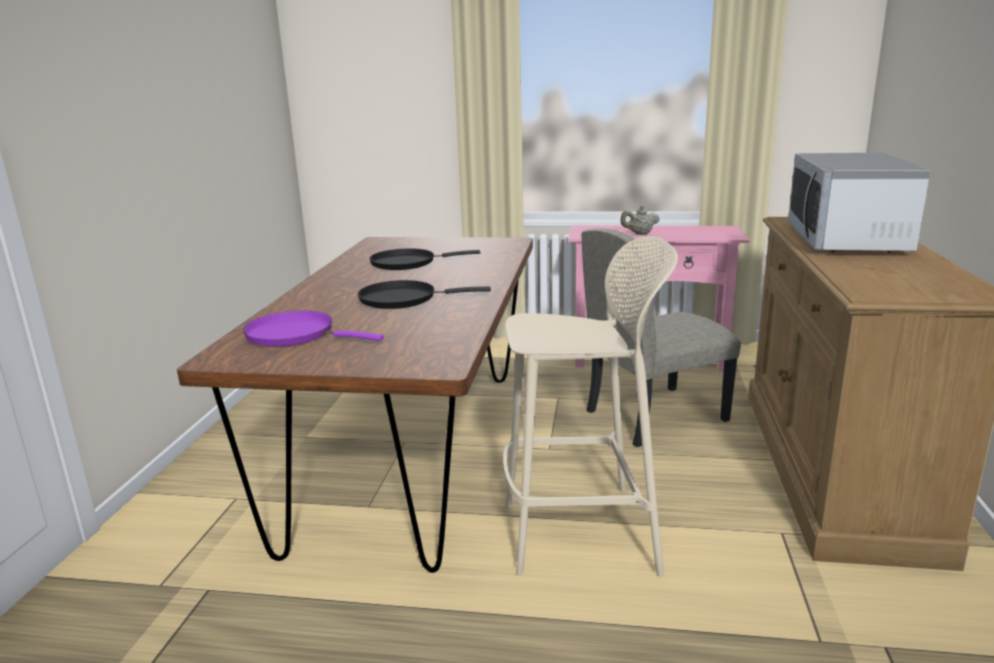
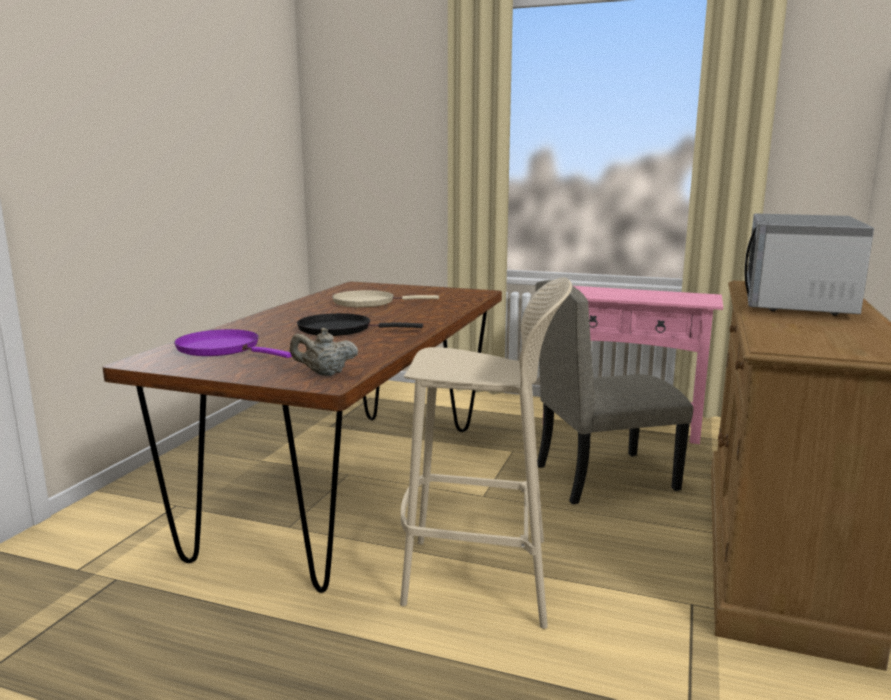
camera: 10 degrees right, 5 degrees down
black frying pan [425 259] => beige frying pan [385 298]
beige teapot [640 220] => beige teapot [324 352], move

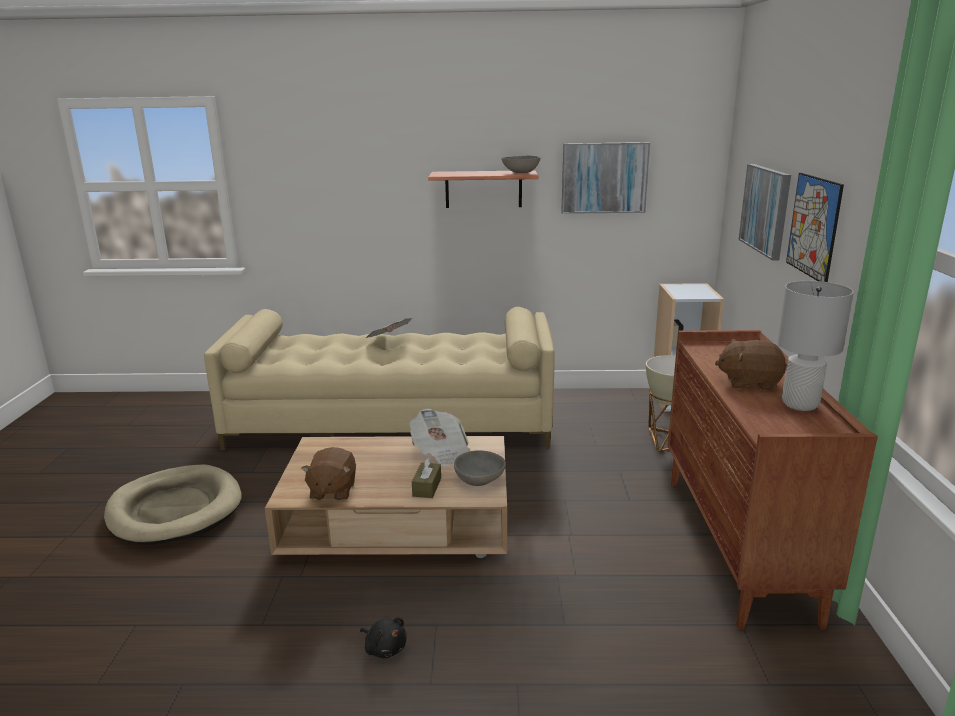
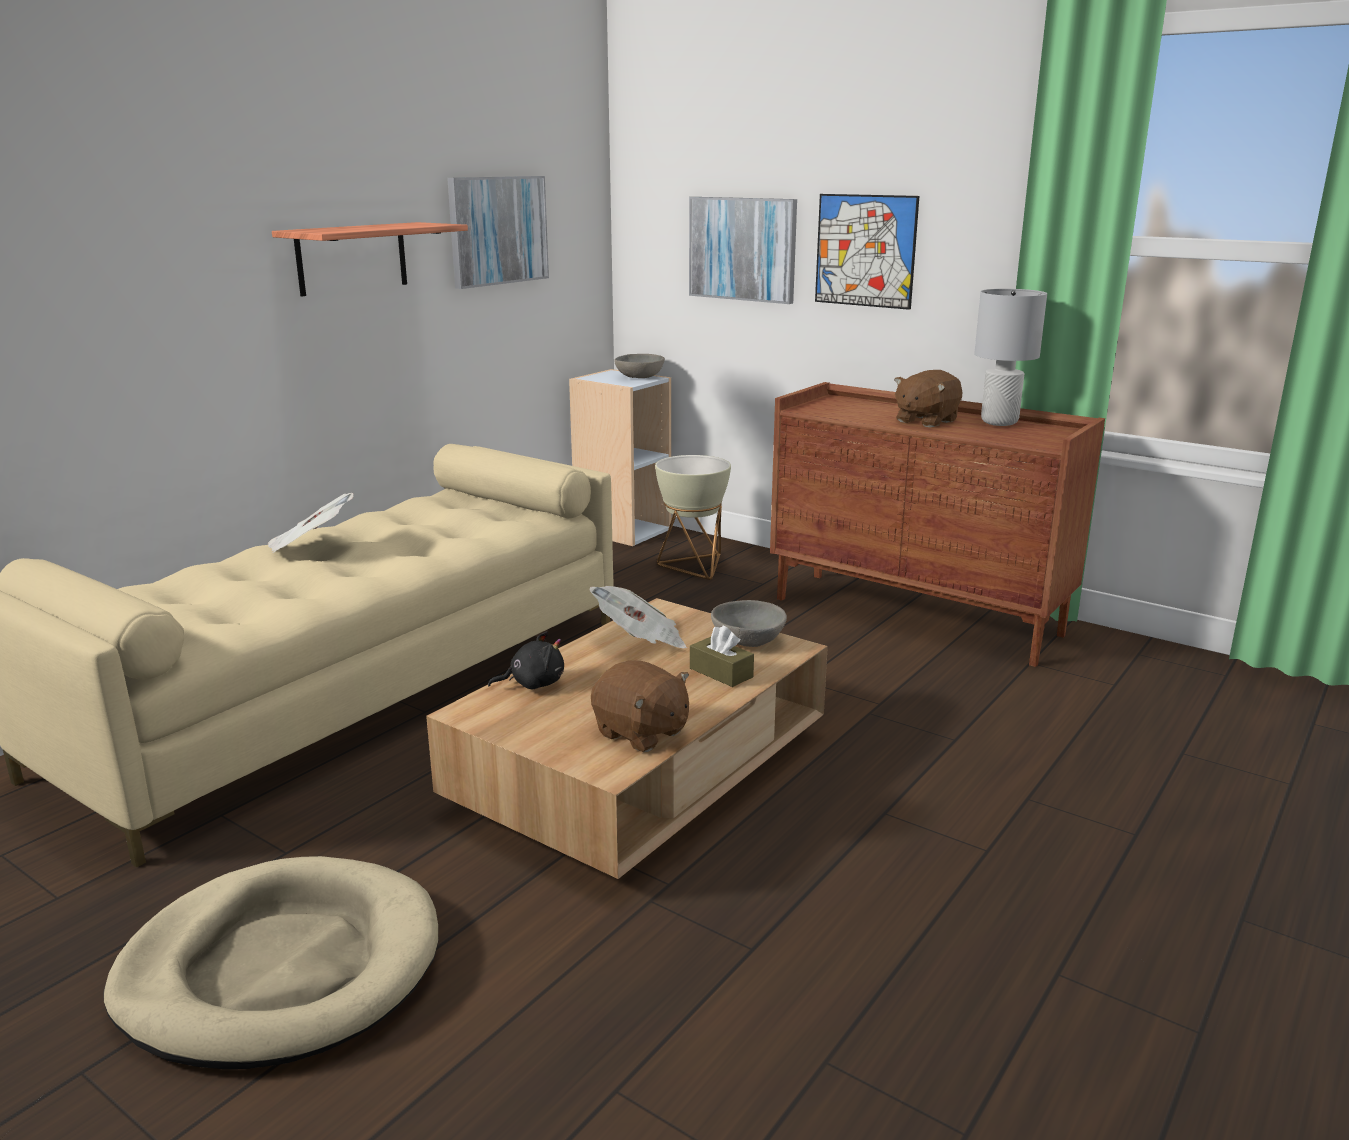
camera: 55 degrees left, 0 degrees up
black plush toy [383 638] => black plush toy [526 660], move
grey bowl [521 164] => grey bowl [639 366], move

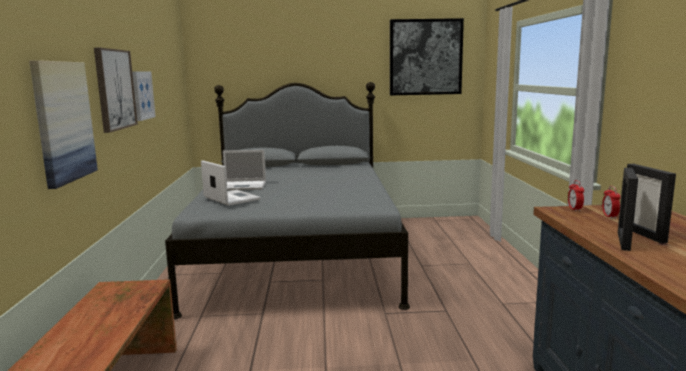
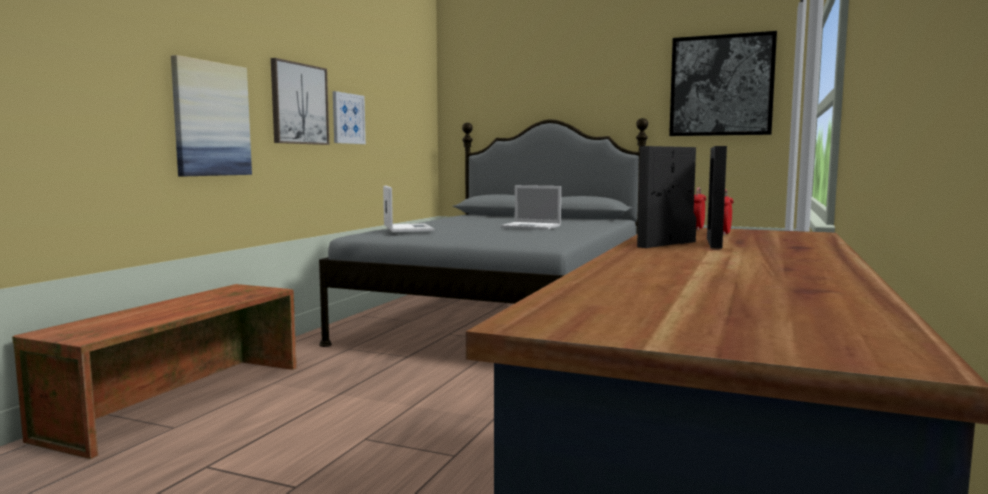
camera: 25 degrees right, 5 degrees down
laptop [244 170] => laptop [530 207], move

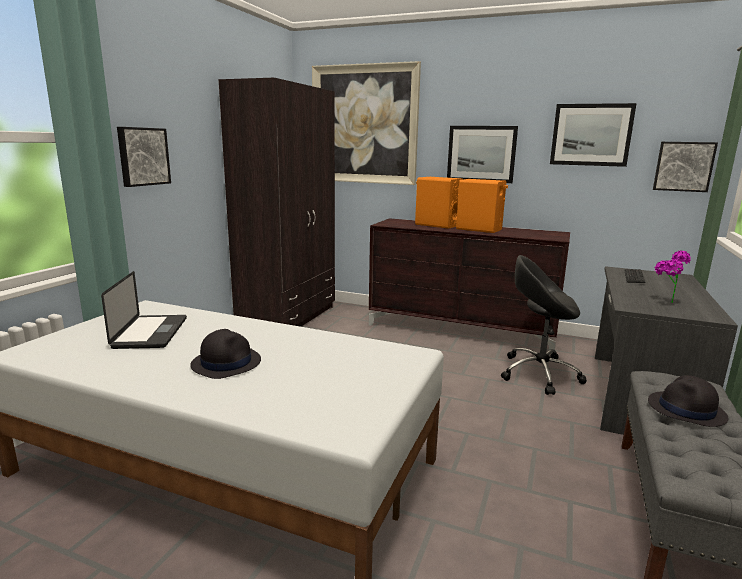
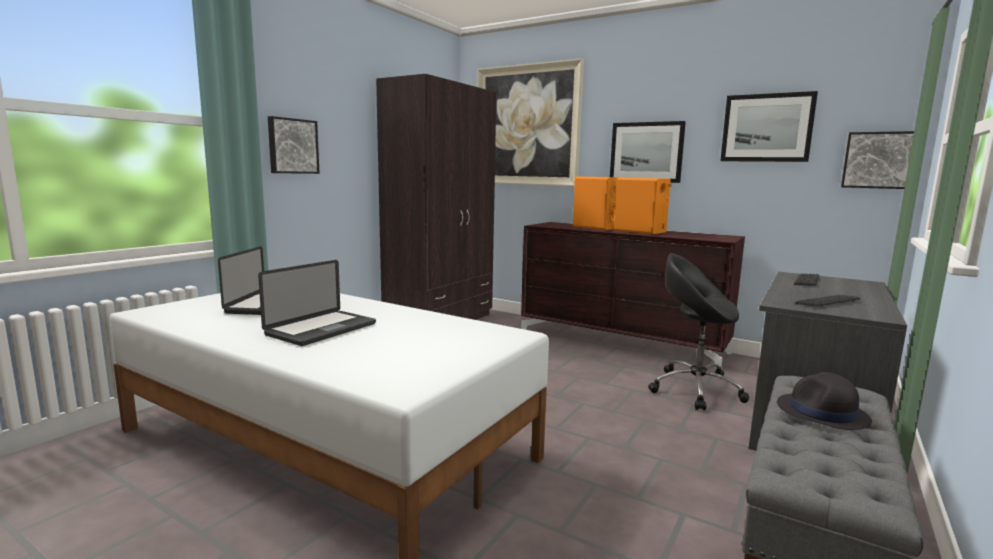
camera: 10 degrees right, 5 degrees down
black hat [225 354] => laptop [317 303]
potted plant [673 277] => keyboard [828 301]

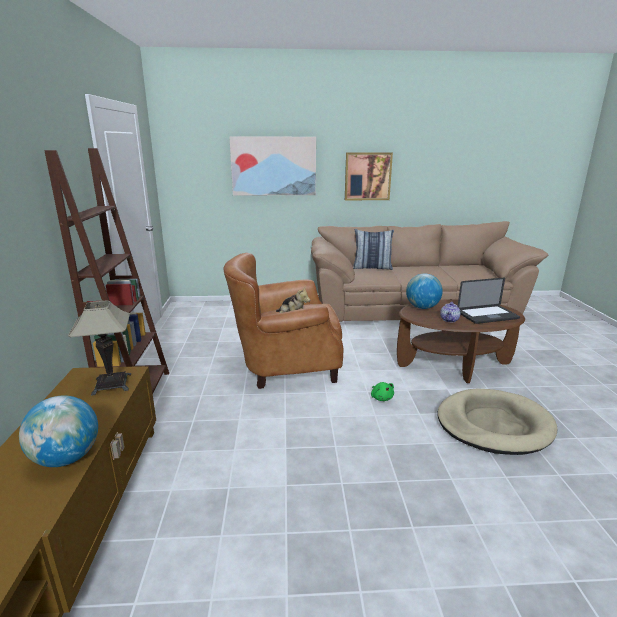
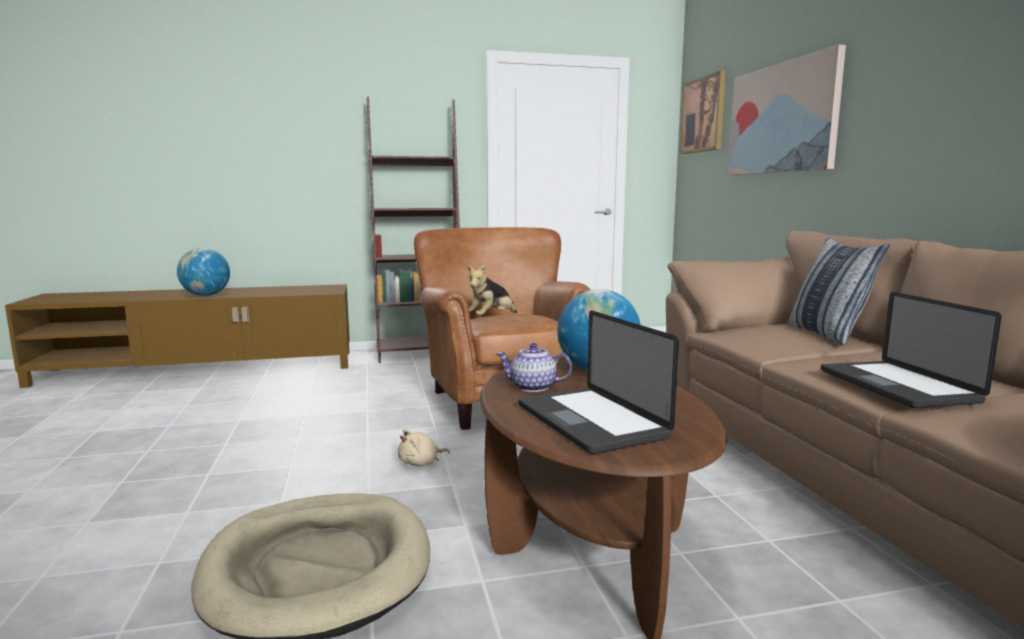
camera: 80 degrees right, 10 degrees down
table lamp [99 348] => nothing
picture [369 176] => picture [703 112], move
green plush toy [382 391] => beige plush toy [424 447]
nothing => laptop [911 350]

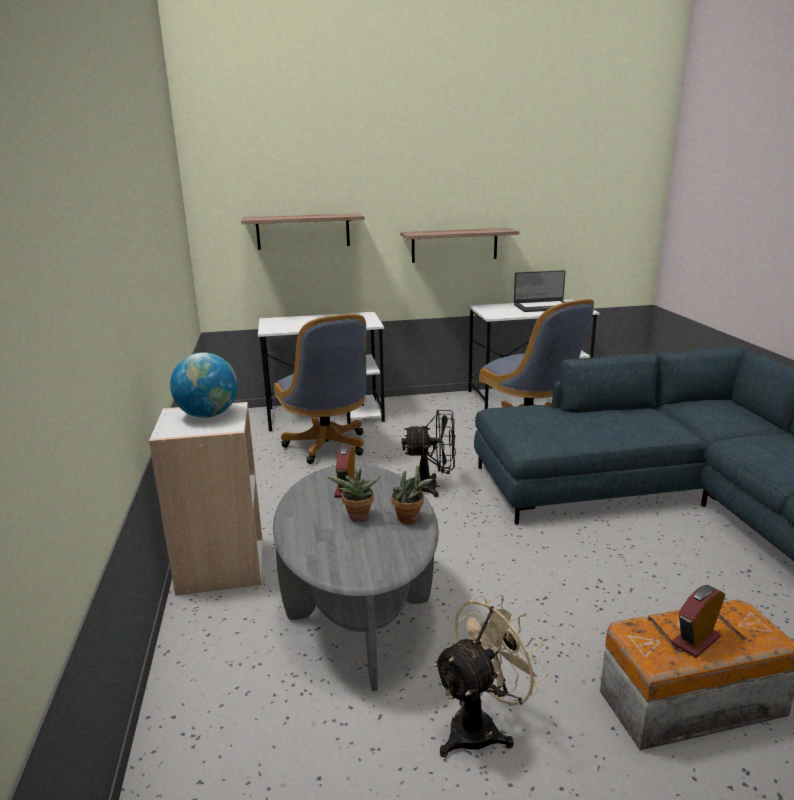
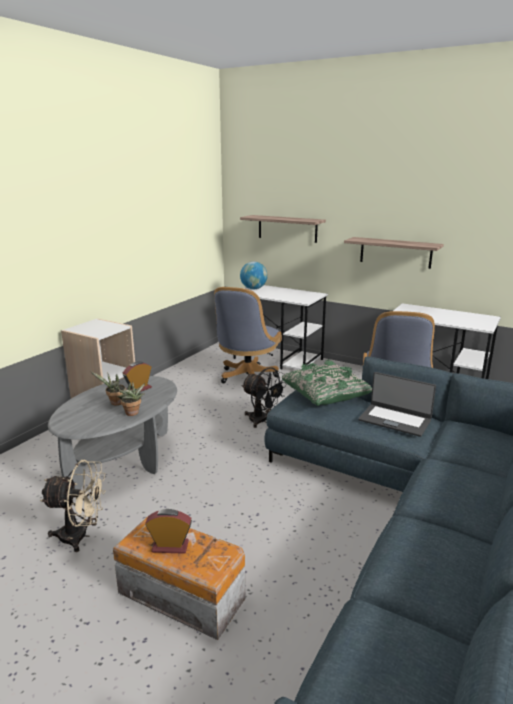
camera: 40 degrees right, 0 degrees up
globe [204 385] => globe [253 275], move
laptop [540 291] => laptop [397 404], move
nothing => green pillow [327 382]

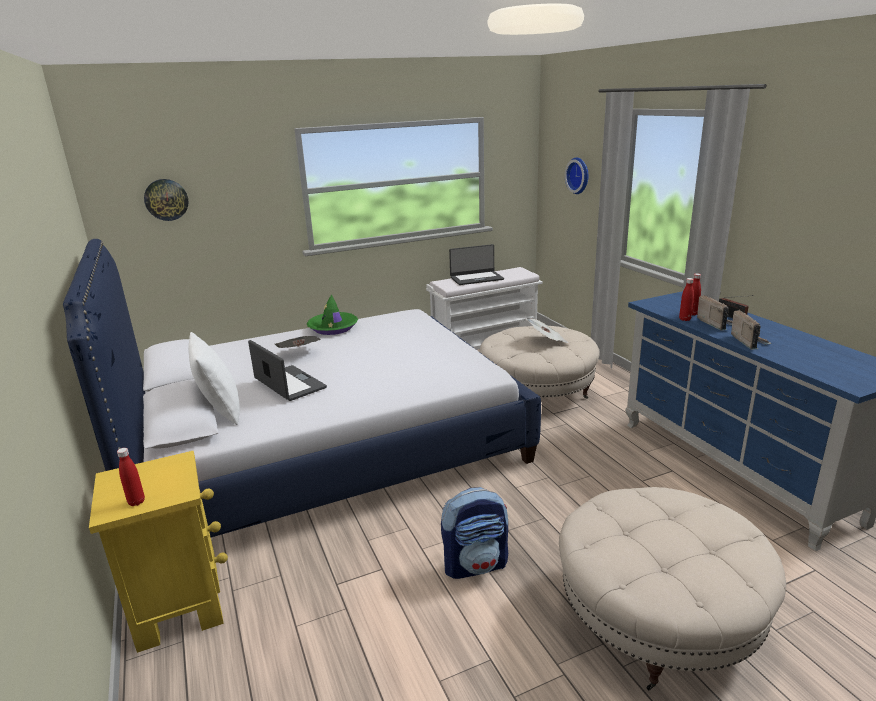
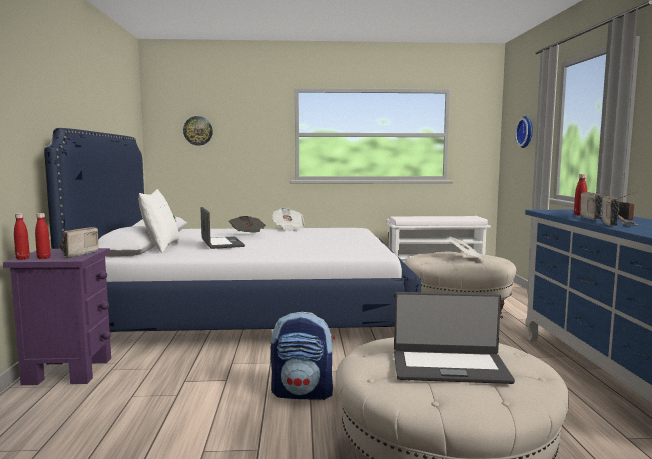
camera: 20 degrees right, 15 degrees down
yellow nightstand [158 552] => purple nightstand [57 316]
green hat [332 314] => newspaper [288 219]
laptop [476 264] => laptop [454 338], move
red bottle [686 299] => red bottle [22 236], move
nothing => radio [79 242]

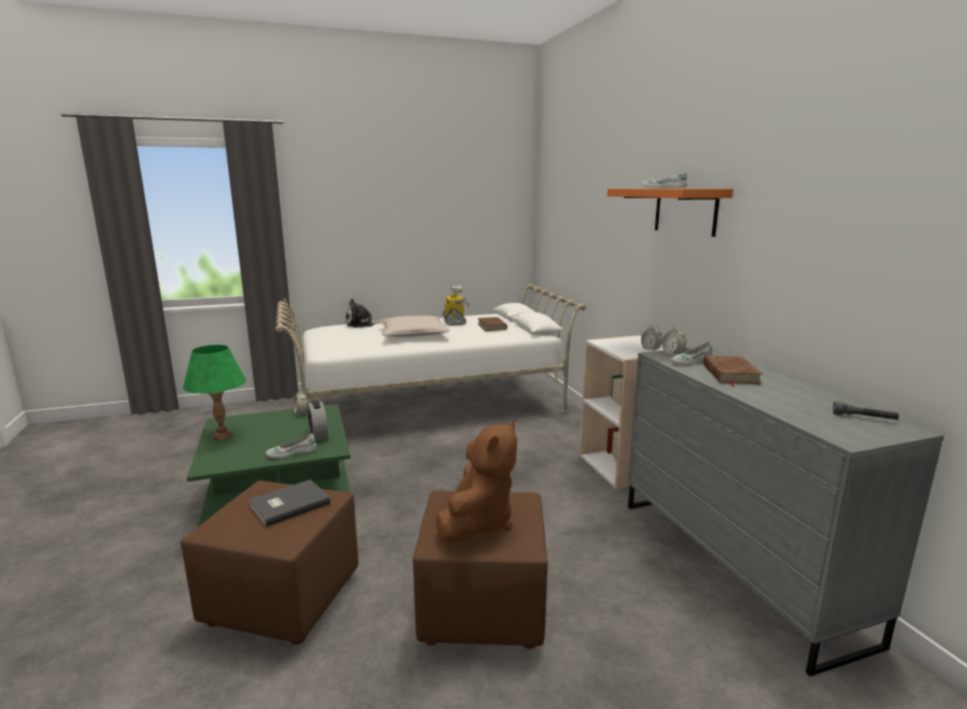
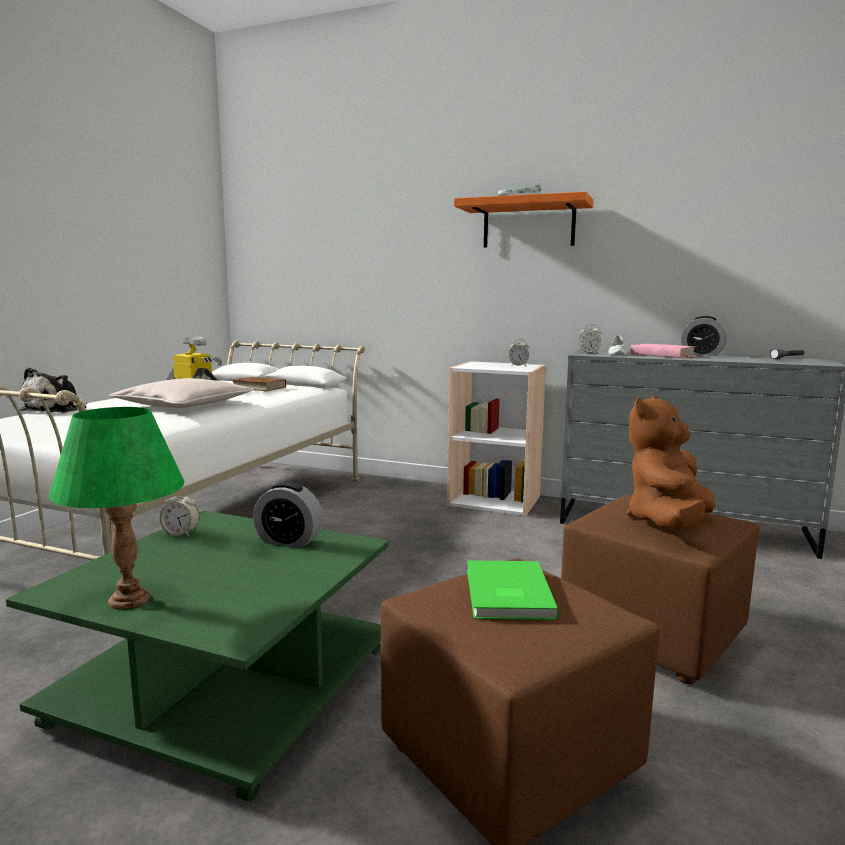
camera: 50 degrees left, 5 degrees down
grey book [289 503] => green book [513 590]
white shoe [291 445] => nothing
brown plush toy [476 481] => brown plush toy [671 463], 120 degrees counterclockwise
brown book [732 371] => pink book [663 350]
nothing => alarm clock [704 336]

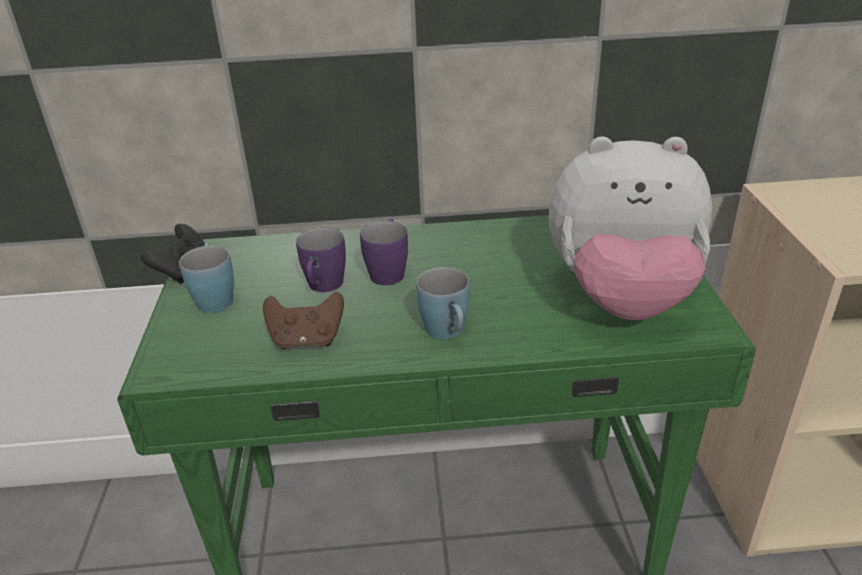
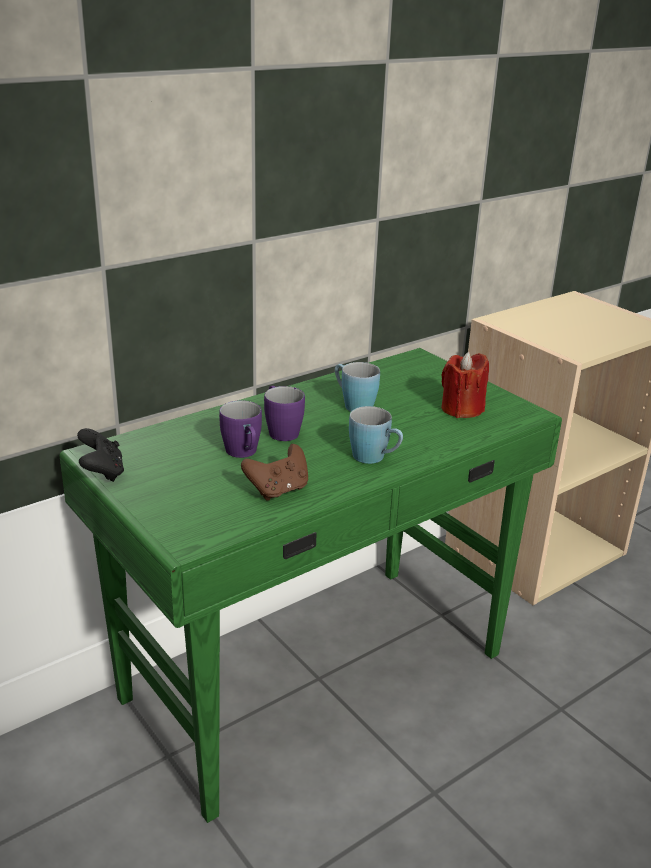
camera: 35 degrees left, 5 degrees down
blue mug [206 278] => blue mug [357 387], move
plush toy [630 228] => red candle [465 385]

